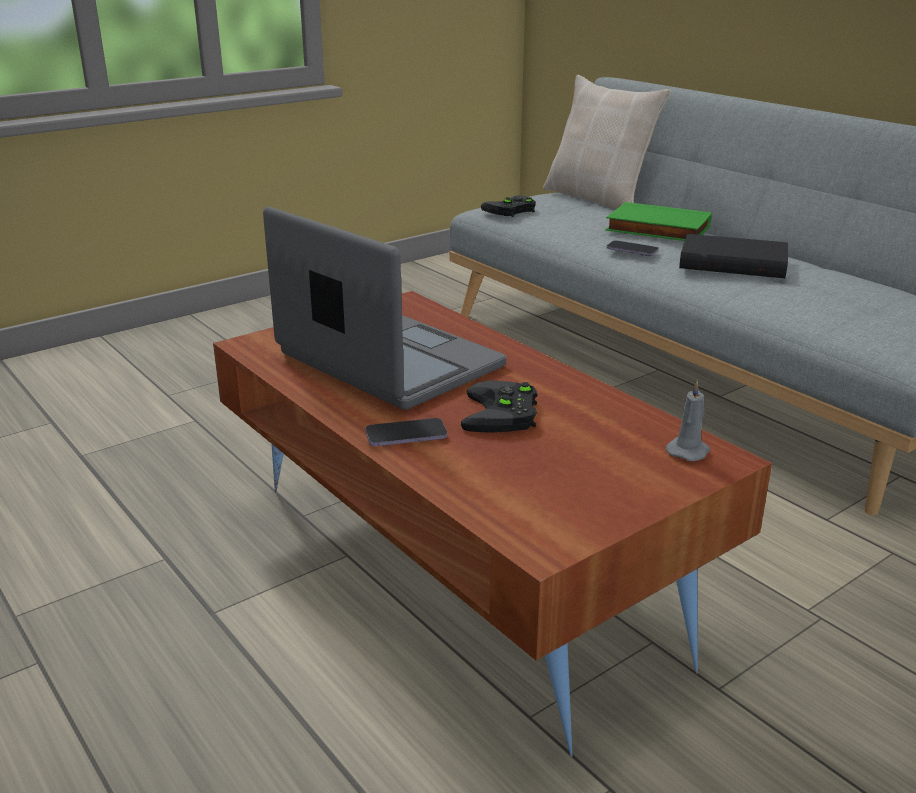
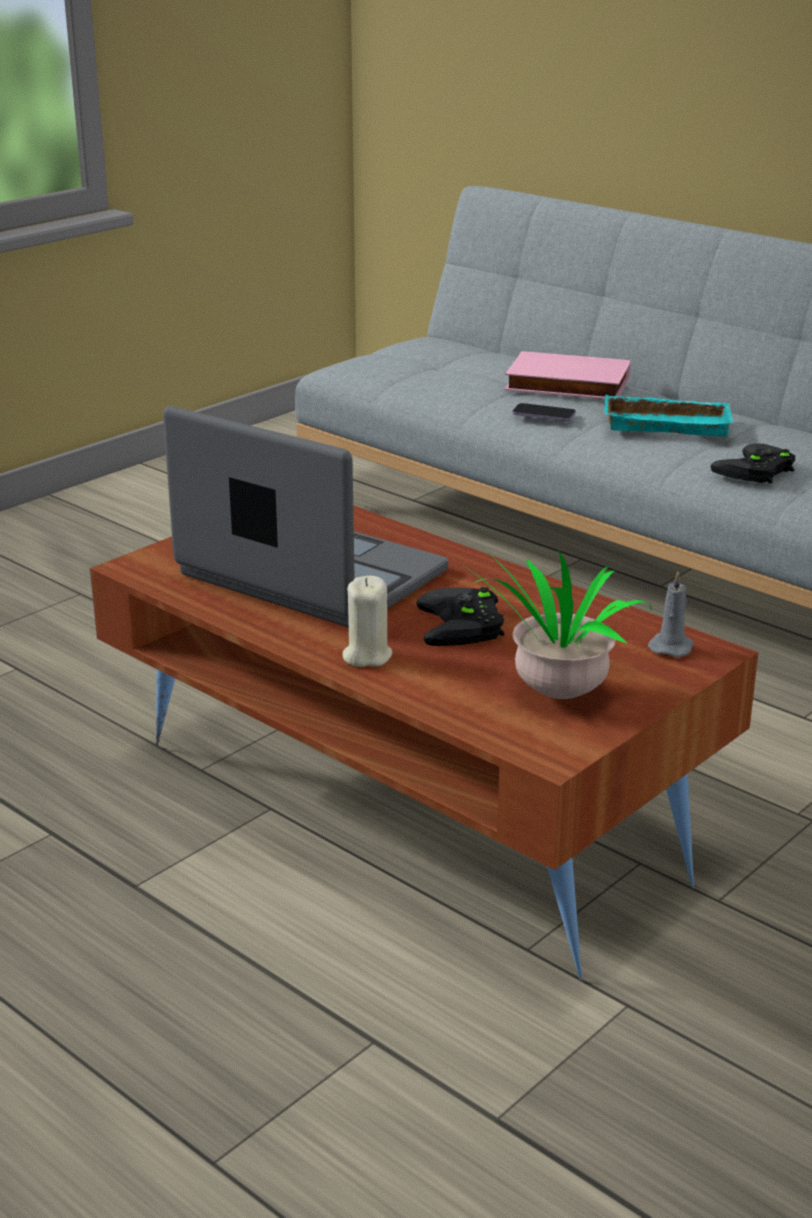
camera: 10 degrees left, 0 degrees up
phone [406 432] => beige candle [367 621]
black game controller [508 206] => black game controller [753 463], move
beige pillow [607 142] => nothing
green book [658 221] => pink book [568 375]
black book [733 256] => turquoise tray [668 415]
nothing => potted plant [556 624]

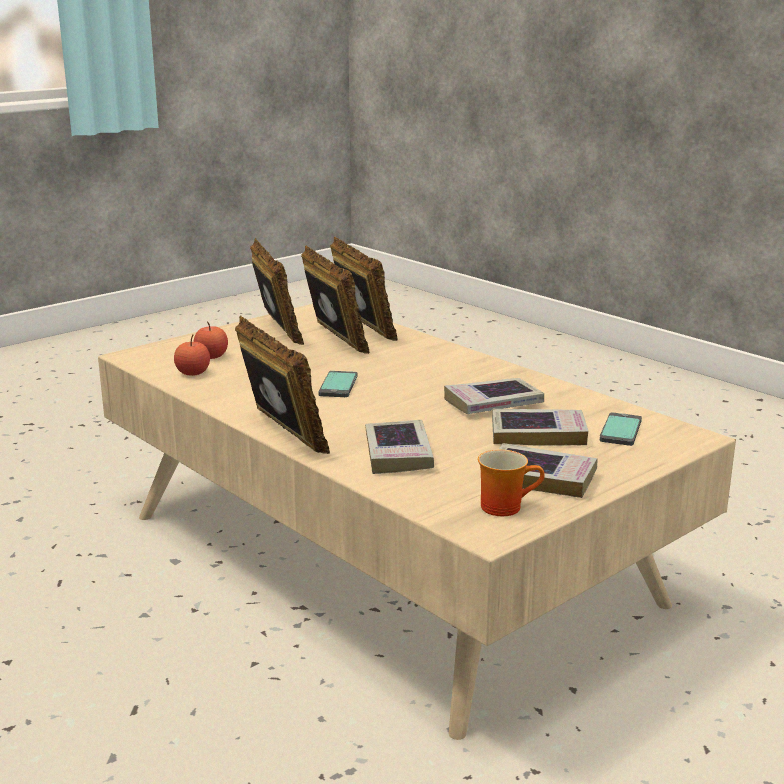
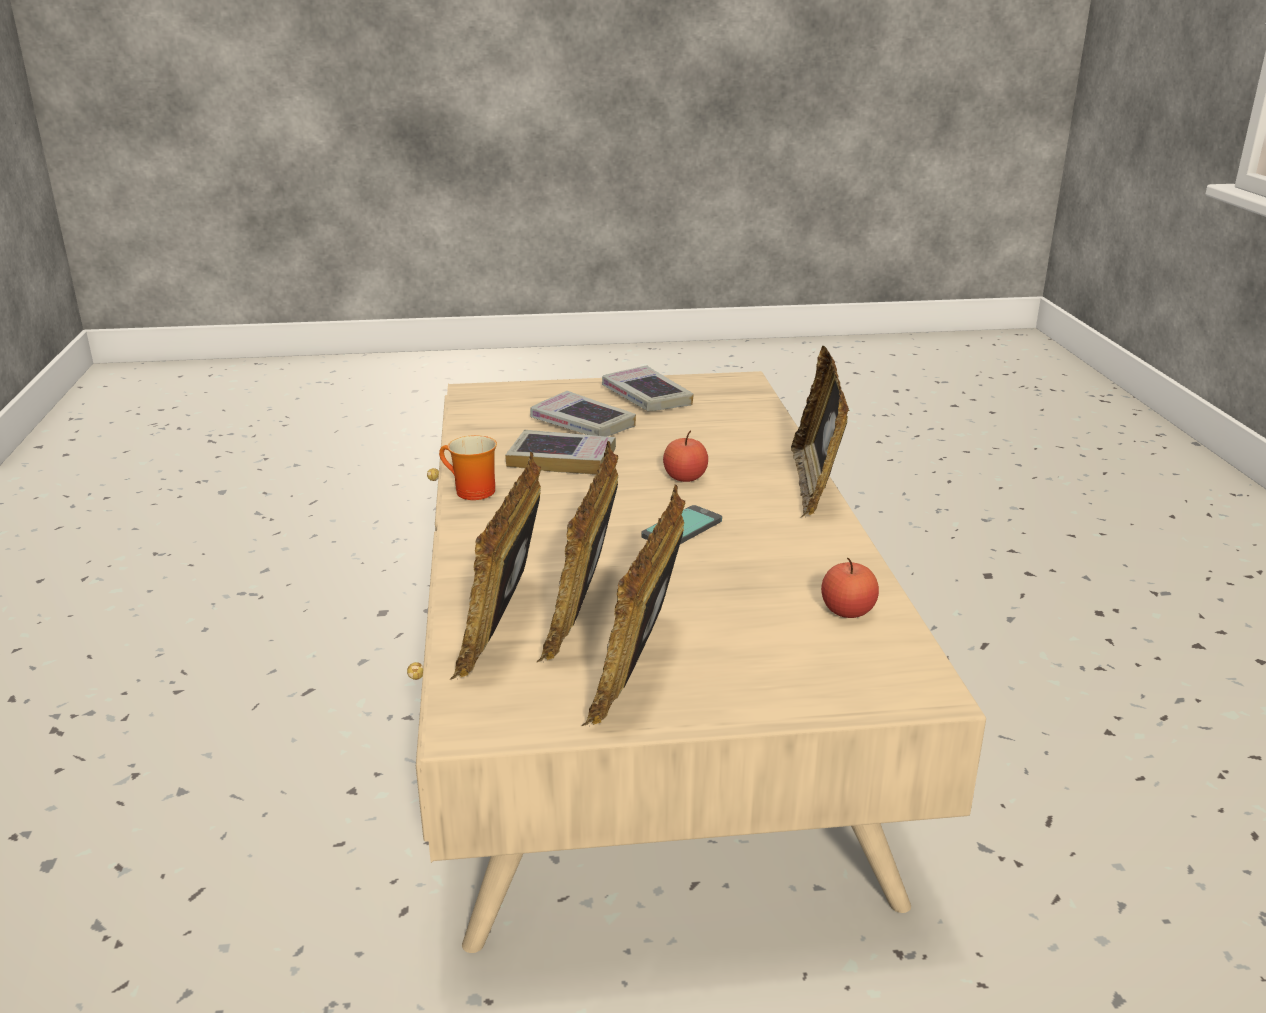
camera: 145 degrees left, 5 degrees up
apple [211 340] => apple [685 456], move
book [399 447] => nothing
mug [511 483] => mug [468 467], move
phone [621 429] => nothing

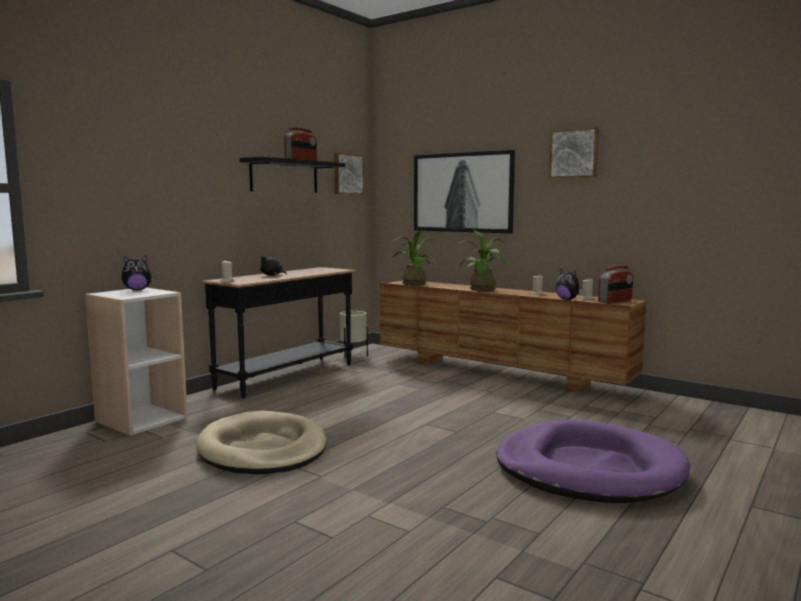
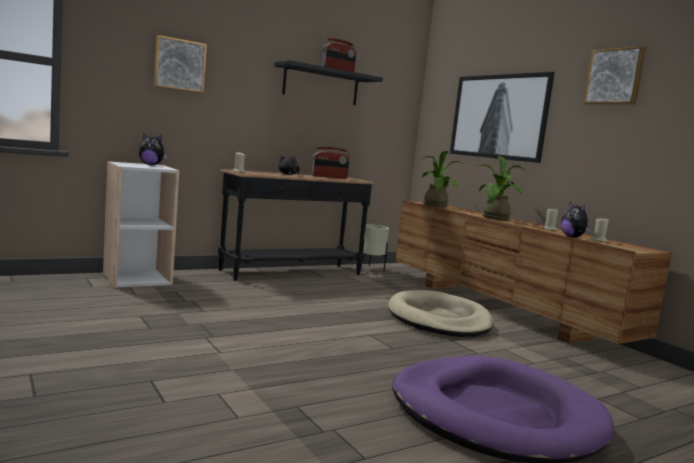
camera: 20 degrees right, 0 degrees up
beige dog bed [261 442] => beige dog bed [441 313], move
picture [349 173] => picture [180 64], move
radio [615 284] => radio [330 163], move

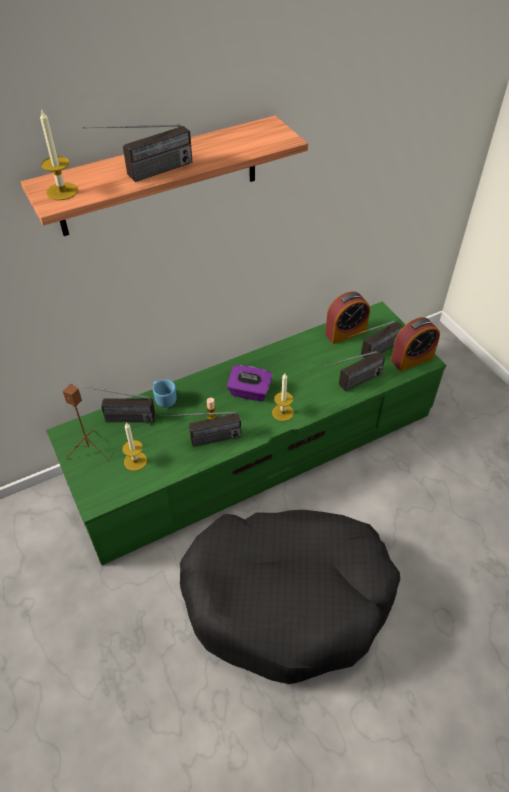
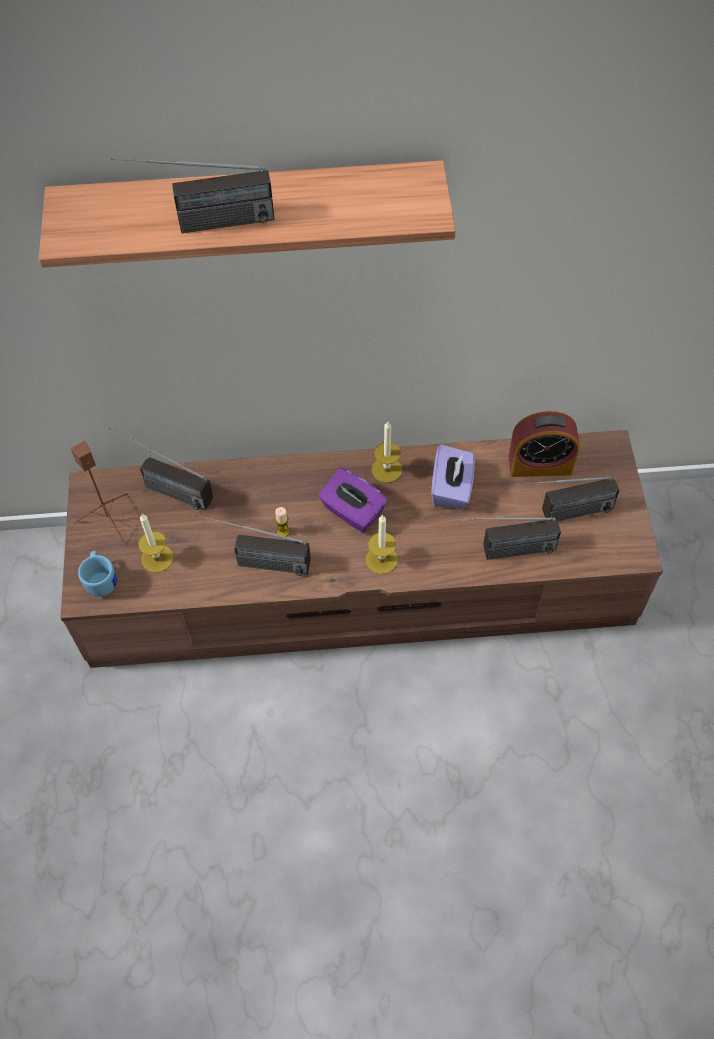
camera: 25 degrees right, 10 degrees up
candle [59 154] => candle [387 452], move
green tv stand [246 433] => brown tv stand [361 549]
blue mug [165 393] => blue mug [97 574], move
black dog bed [290 597] => nothing
alarm clock [415 344] => nothing
nothing => purple tissue box [453 476]

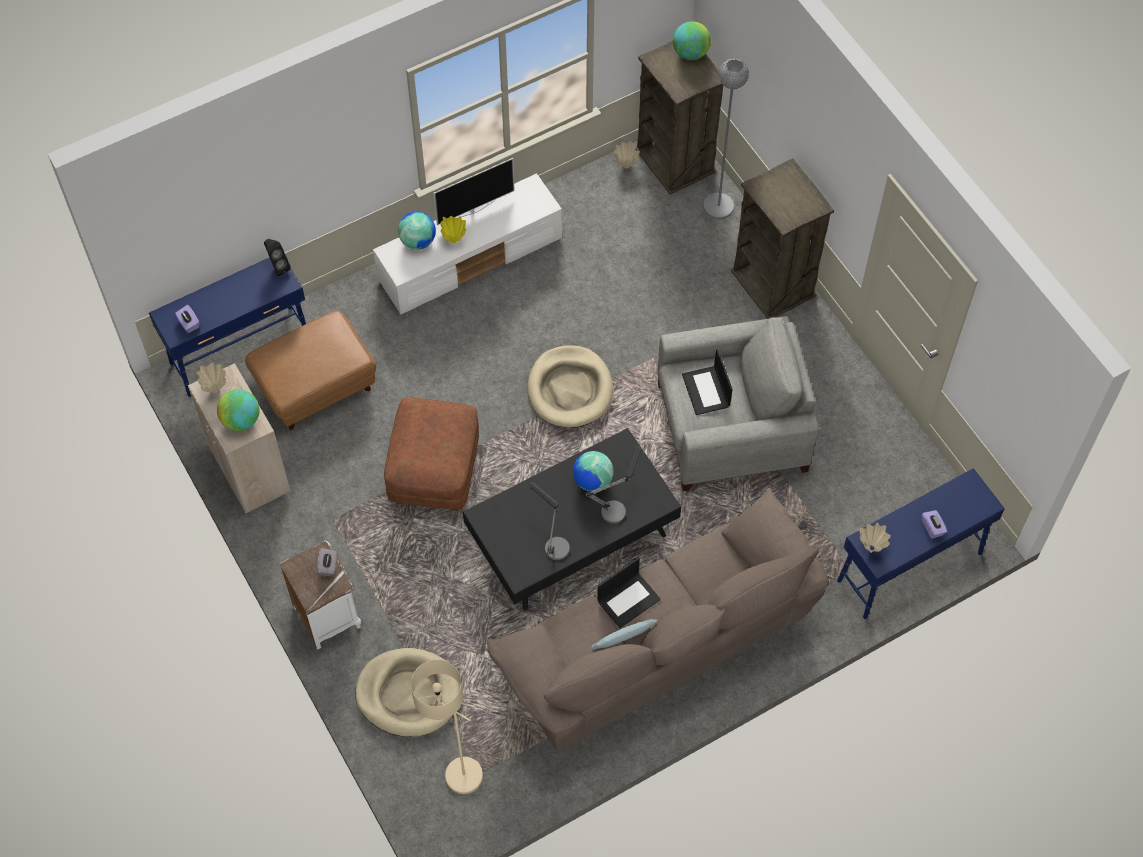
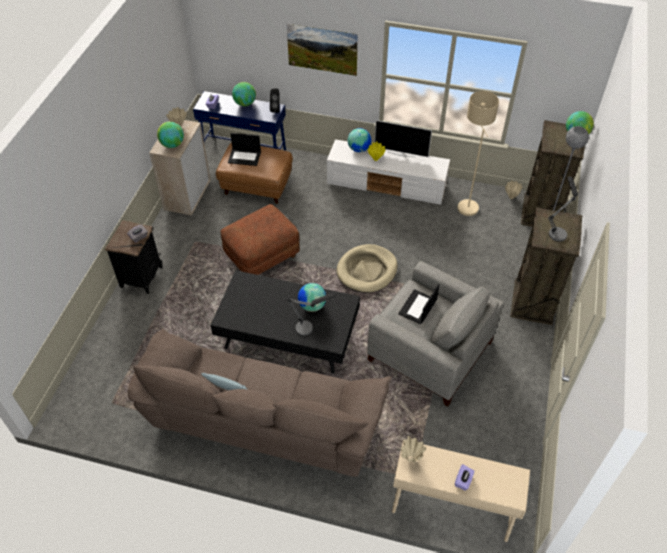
camera: 45 degrees right, 10 degrees down
white nightstand [320 595] => black nightstand [134 257]
beige dog bed [407 692] => nothing
beige floor lamp [447 727] => beige floor lamp [478 153], move
table lamp [550 521] => table lamp [563 209], move
laptop [629 592] => laptop [244 149], move
blue console table [921 543] => beige console table [461 492]
nothing => globe [244 94]
nothing => picture [322 50]

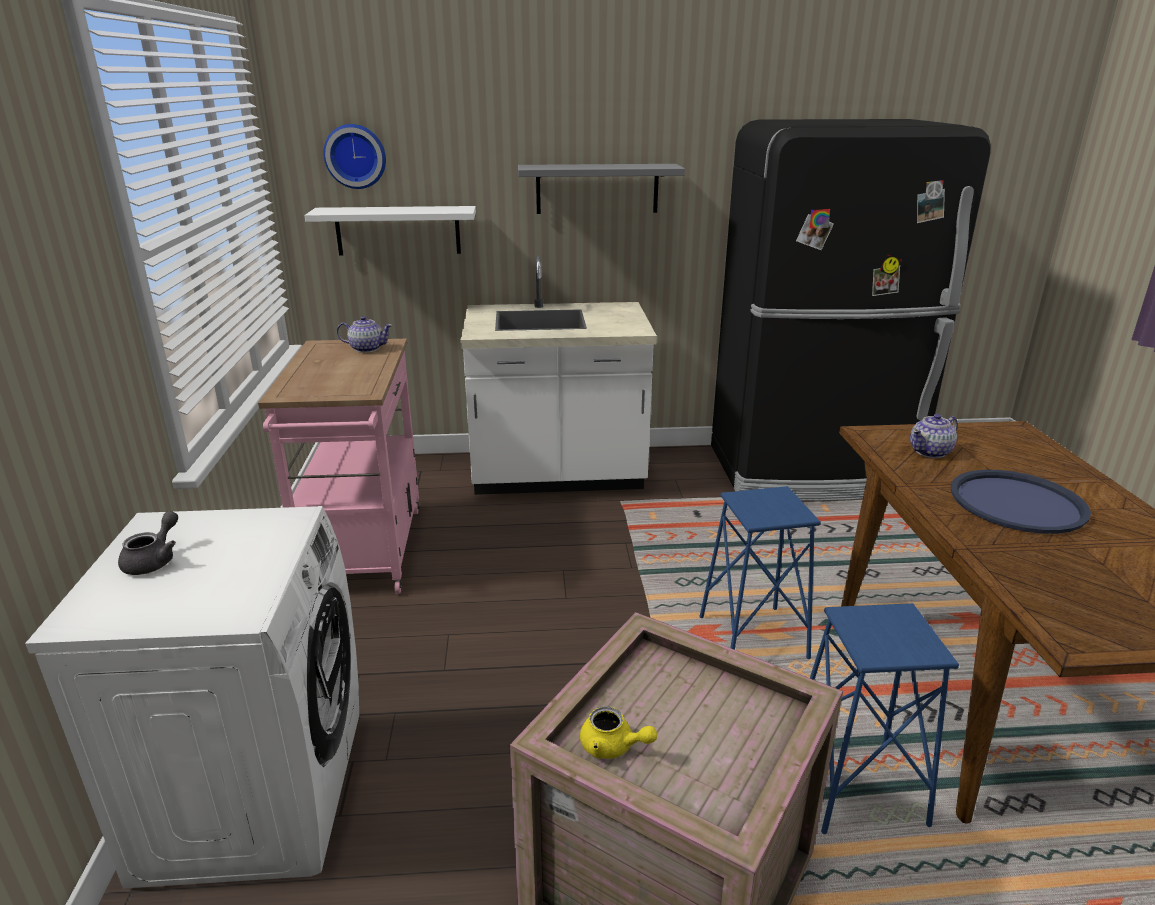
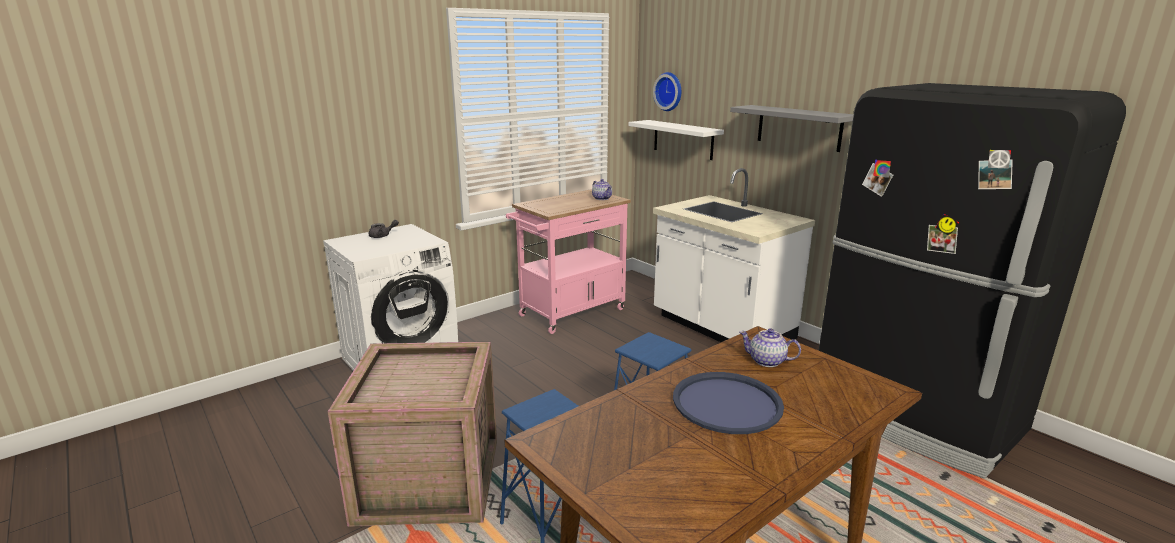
camera: 55 degrees right, 5 degrees down
yellow teapot [618 732] => nothing

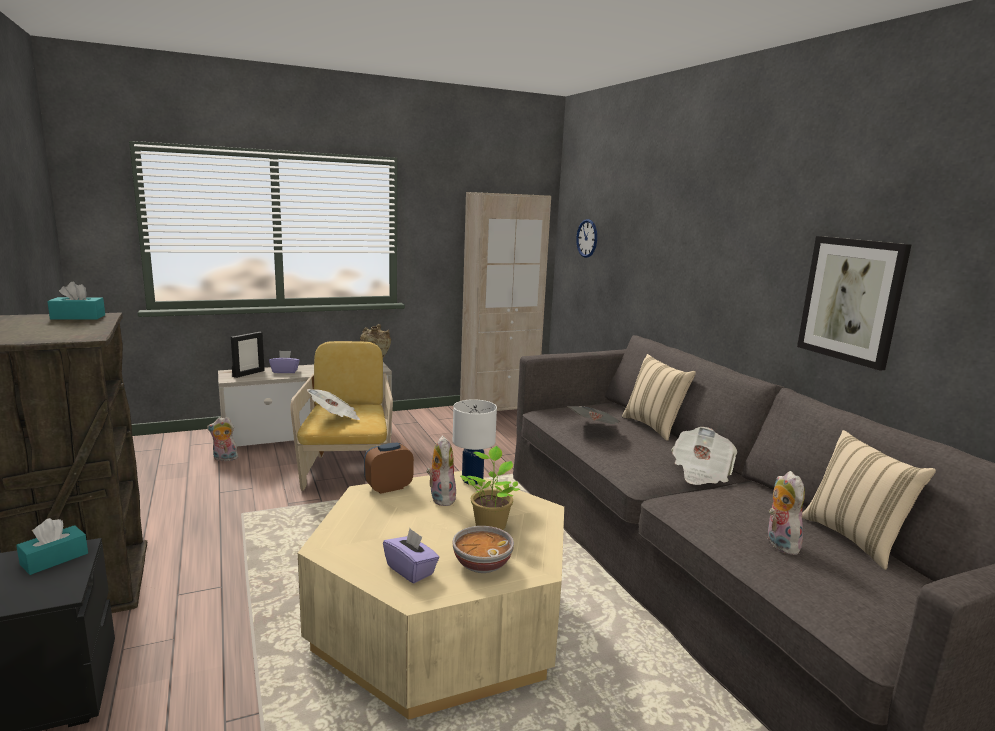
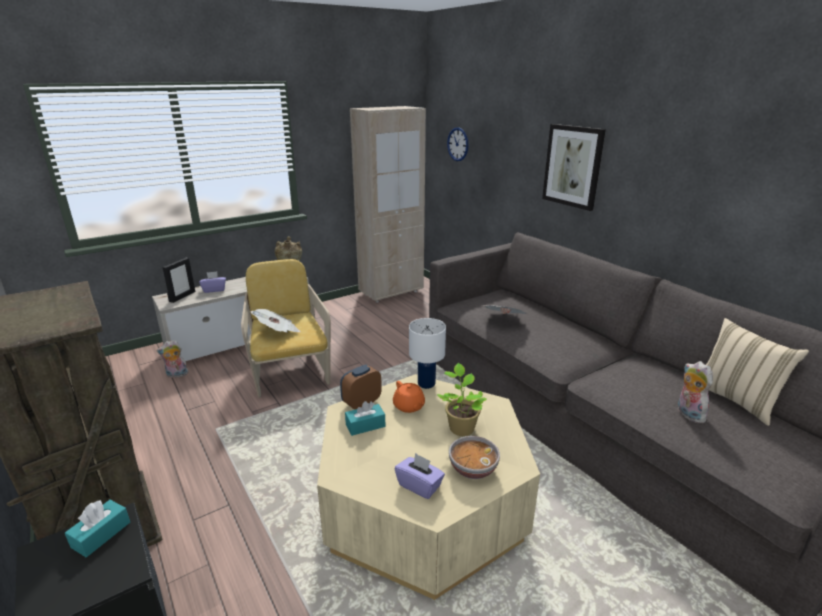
camera: 10 degrees left, 10 degrees up
turquoise tissue box [76 301] => turquoise tissue box [365 418], move
plush toy [441 470] => orange teapot [409 397]
beige pillow [659 397] => nothing
newspaper [704 456] => nothing
picture [854 303] => picture [574 167], move

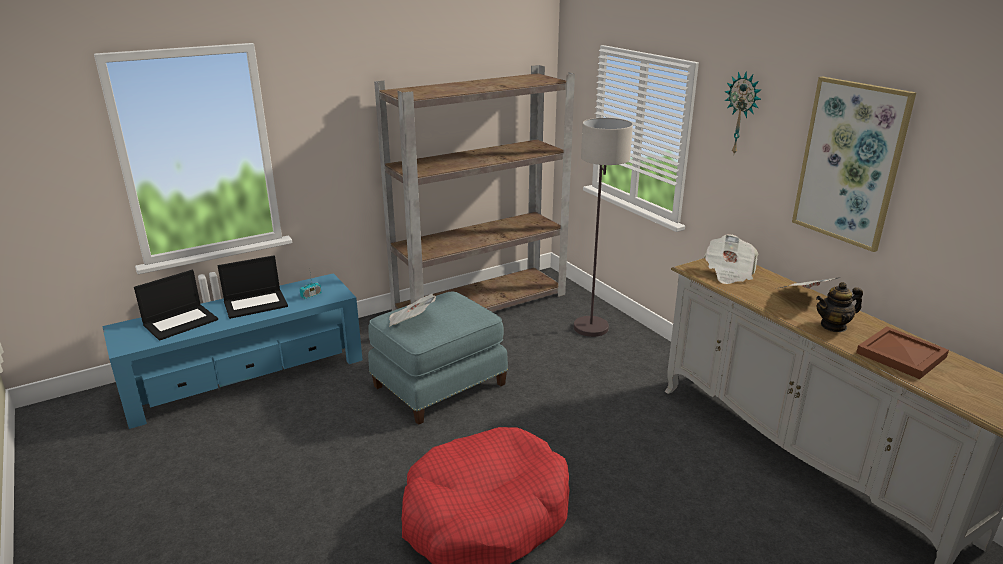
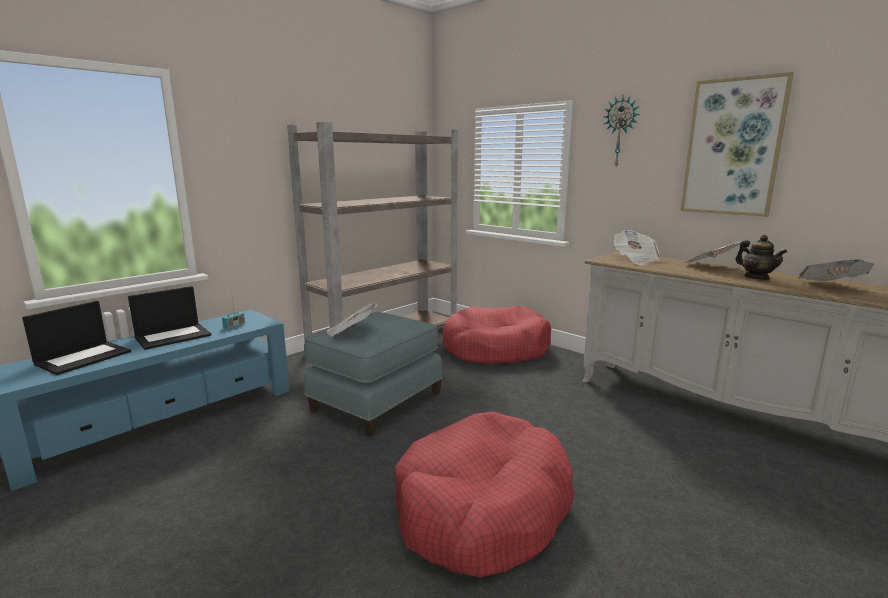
camera: 15 degrees left, 10 degrees down
grey floor lamp [603 227] => red dog bed [496 335]
teapot [839 307] => teapot [761 257], 90 degrees counterclockwise
brown tray [902 352] => newspaper [836 270]

